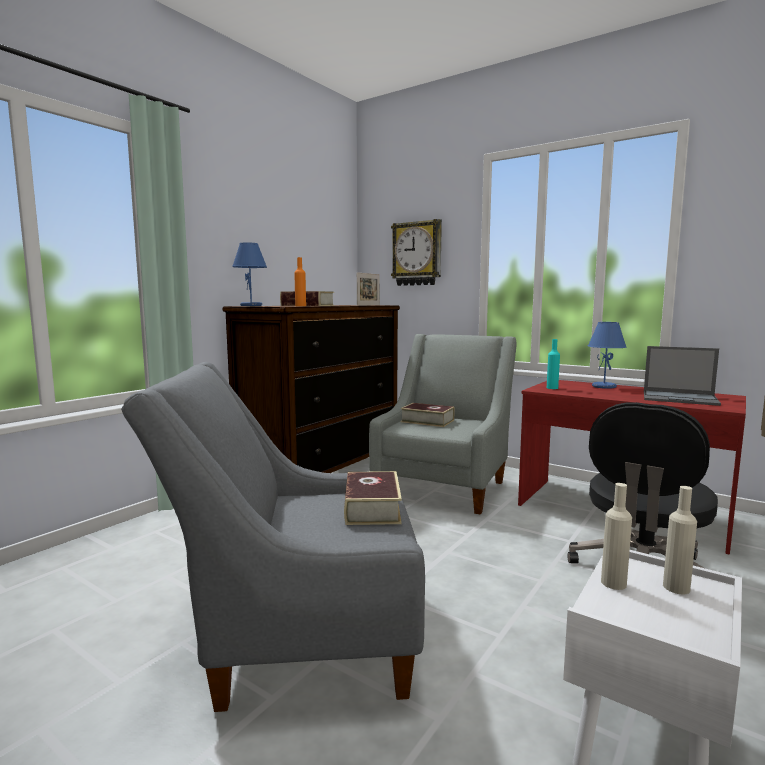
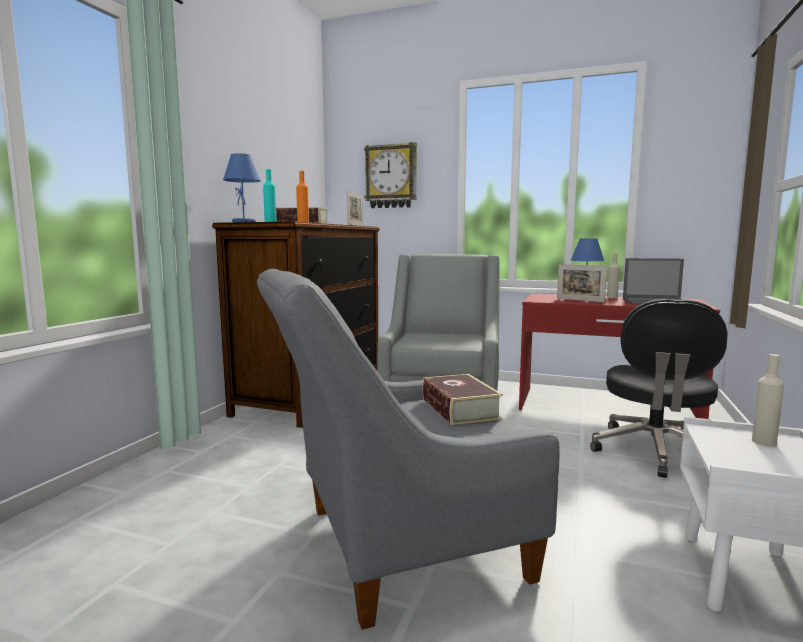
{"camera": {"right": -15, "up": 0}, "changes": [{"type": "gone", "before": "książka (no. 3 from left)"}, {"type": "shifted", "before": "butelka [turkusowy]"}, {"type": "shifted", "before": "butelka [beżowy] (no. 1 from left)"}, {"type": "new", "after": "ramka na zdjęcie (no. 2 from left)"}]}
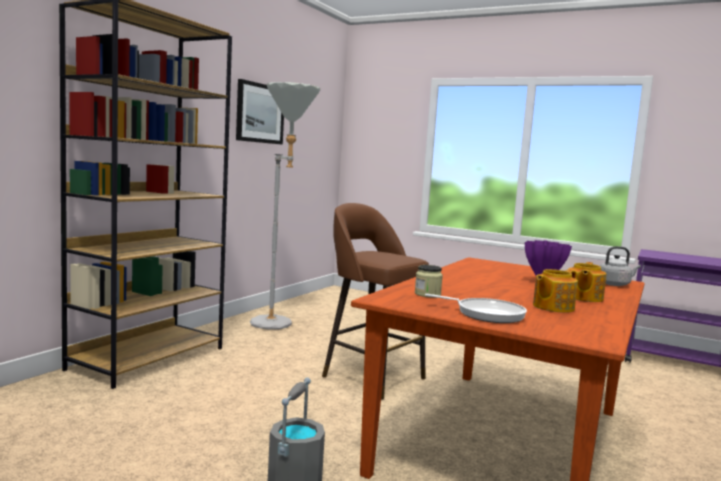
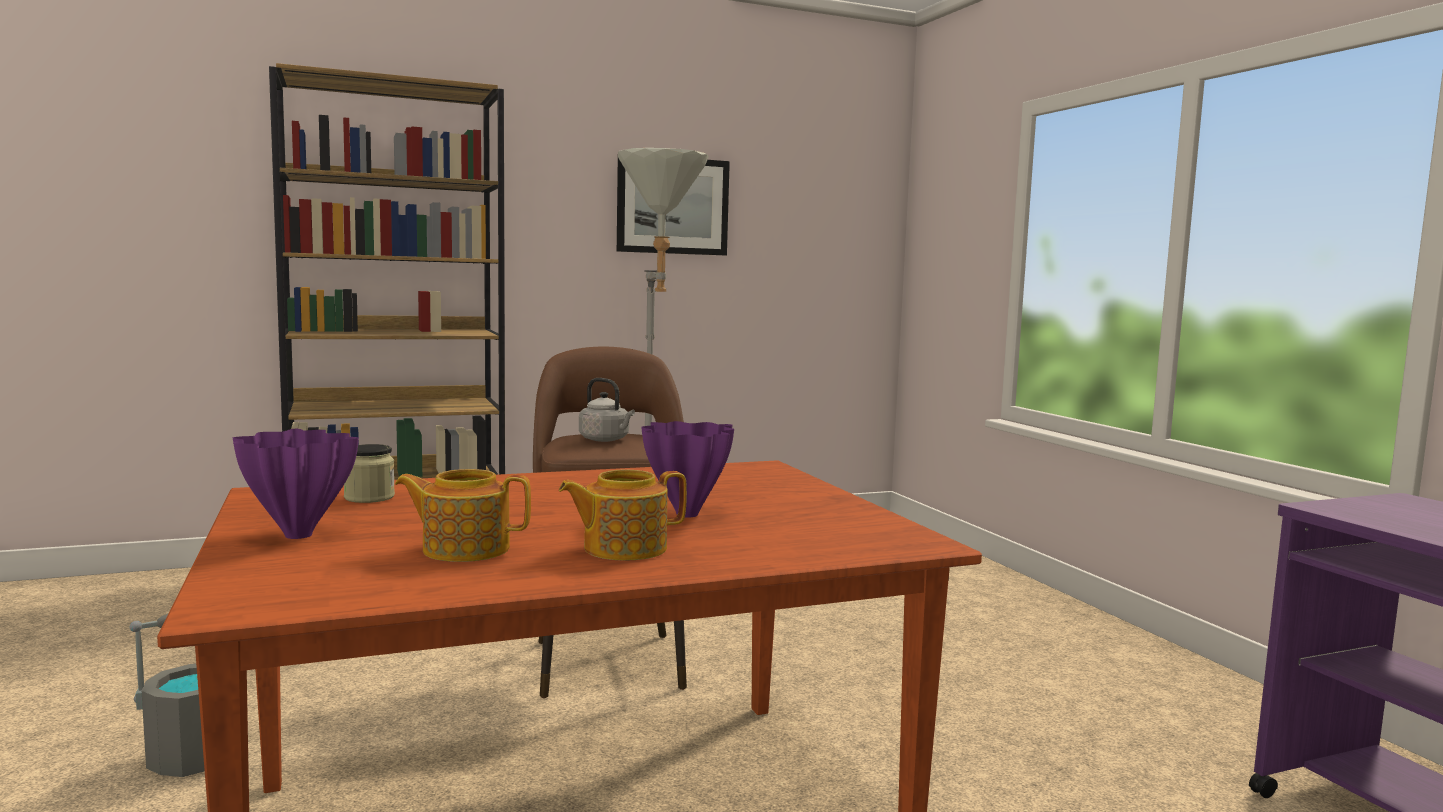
{"camera": {"right": 40, "up": 0}, "changes": [{"type": "swapped", "before": "patelnia", "after": "wazon [fioletowy] (no. 1 from left)"}, {"type": "shifted", "before": "czajnik [szary]"}]}
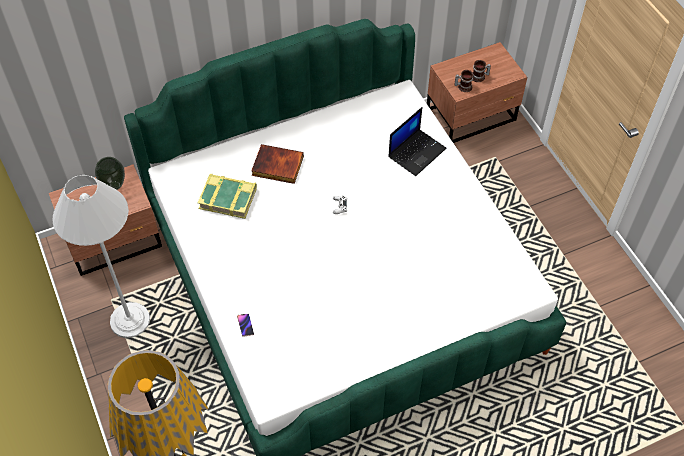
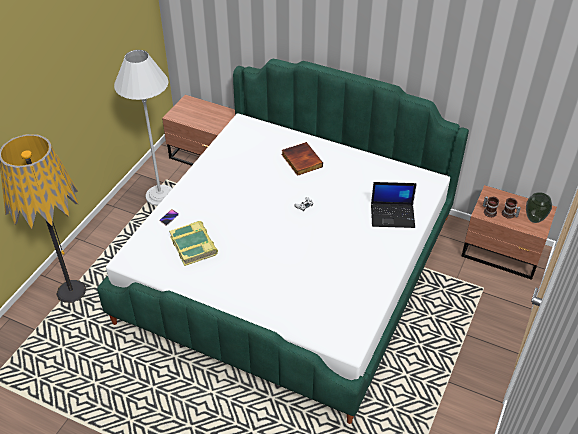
{"camera": {"right": 50, "up": -10}, "changes": [{"type": "shifted", "before": "wazon"}, {"type": "shifted", "before": "książka (no. 1 from left)"}]}
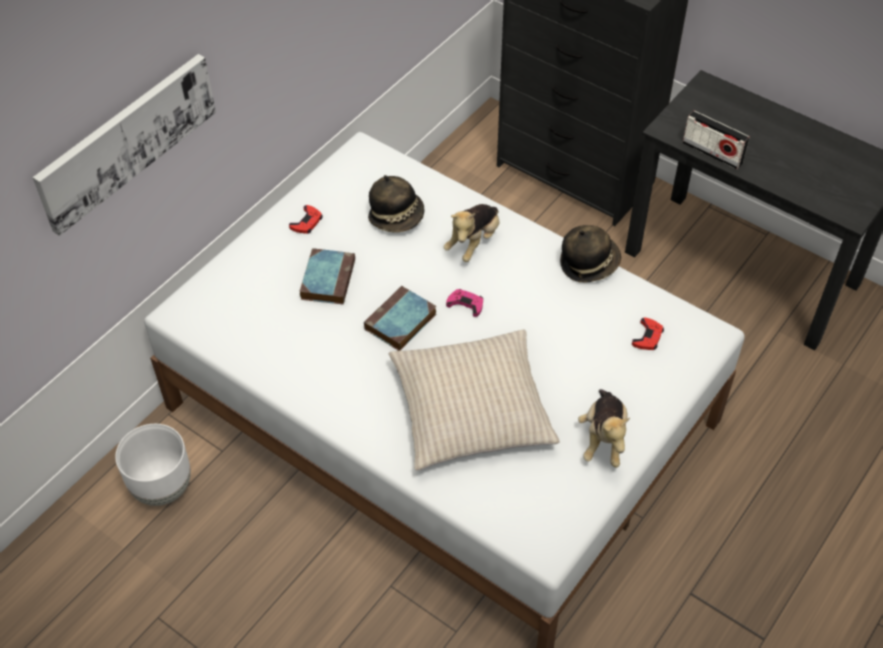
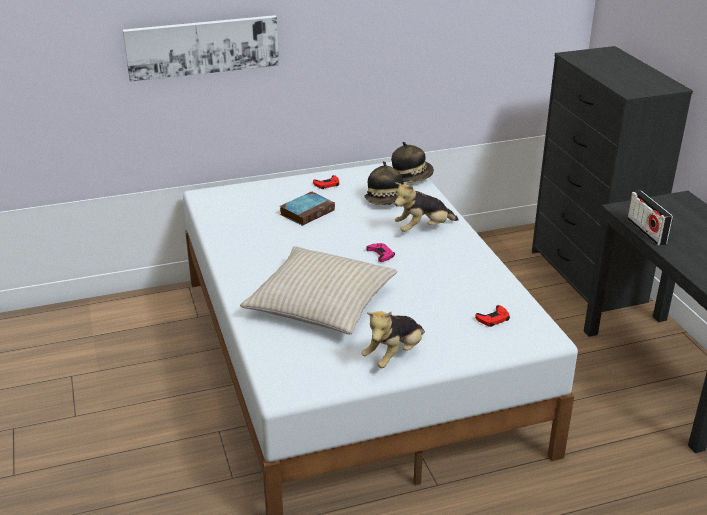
{"camera": {"right": 35, "up": -20}, "changes": [{"type": "gone", "before": "donica [biały]"}, {"type": "gone", "before": "książka (no. 2 from left)"}, {"type": "shifted", "before": "kapelusz (no. 2 from left)"}]}
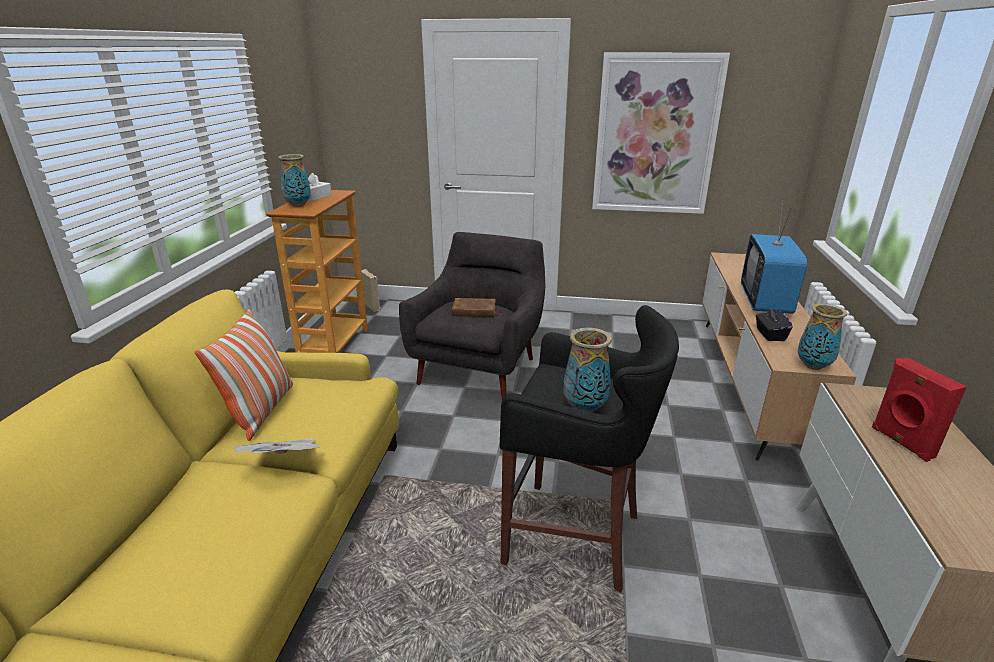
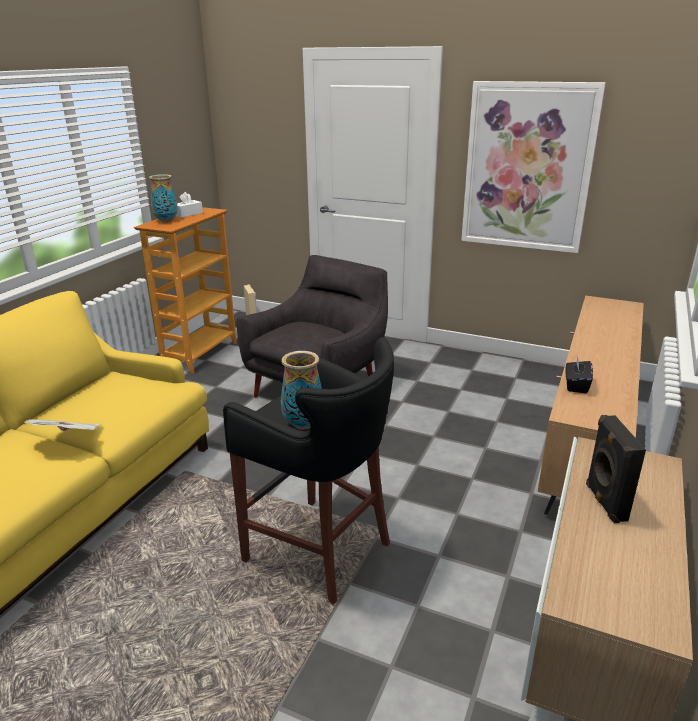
{"camera": {"right": 15, "up": 0}, "changes": [{"type": "gone", "before": "poduszka"}, {"type": "gone", "before": "książka [brązowy]"}, {"type": "gone", "before": "telewizor"}, {"type": "gone", "before": "wazon (no. 3 from left)"}, {"type": "repainted", "before": "głośnik [czerwony]", "after": "głośnik [czarny]"}]}
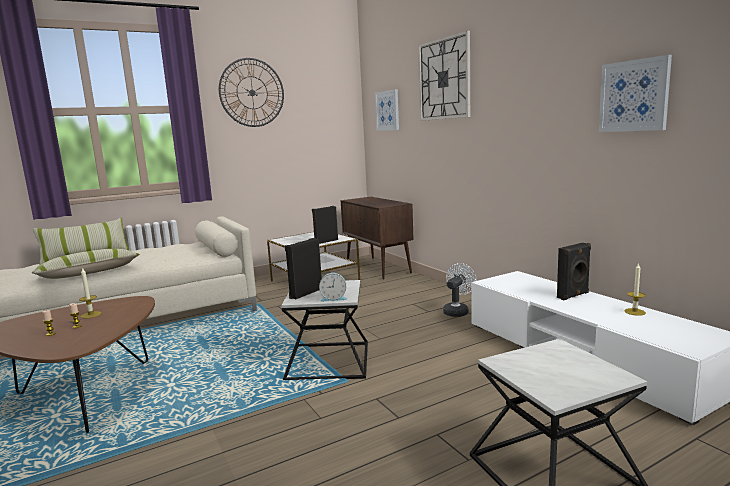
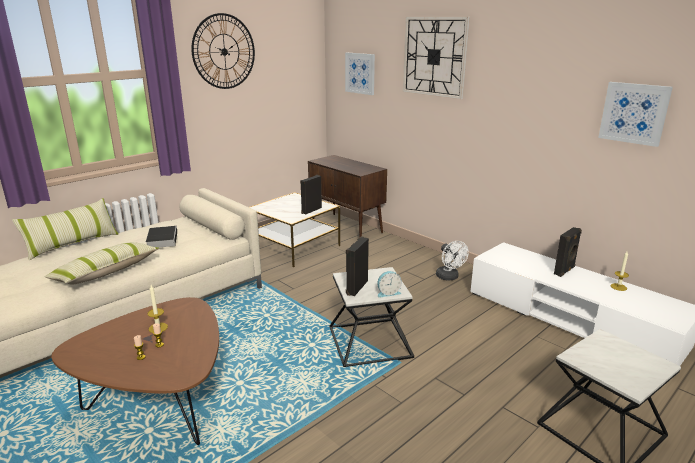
{"camera": {"right": -15, "up": 10}, "changes": [{"type": "rotated", "before": "wentylator [biały]", "turn": 135}, {"type": "new", "after": "książka"}]}
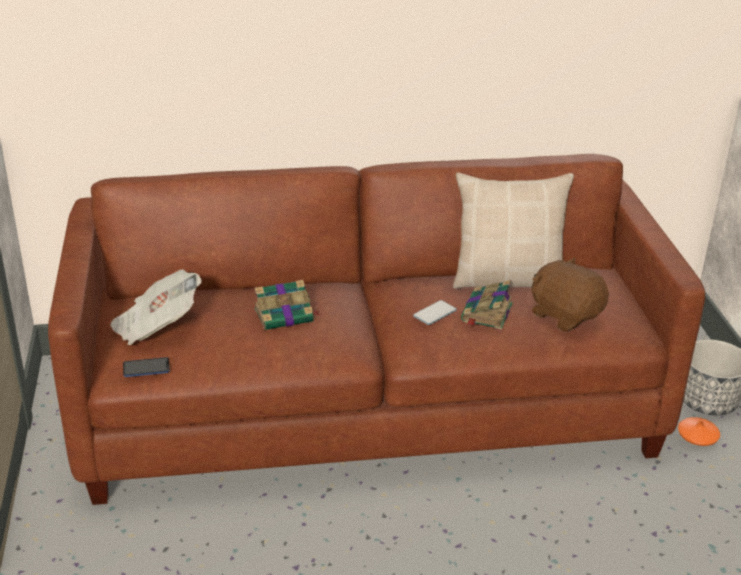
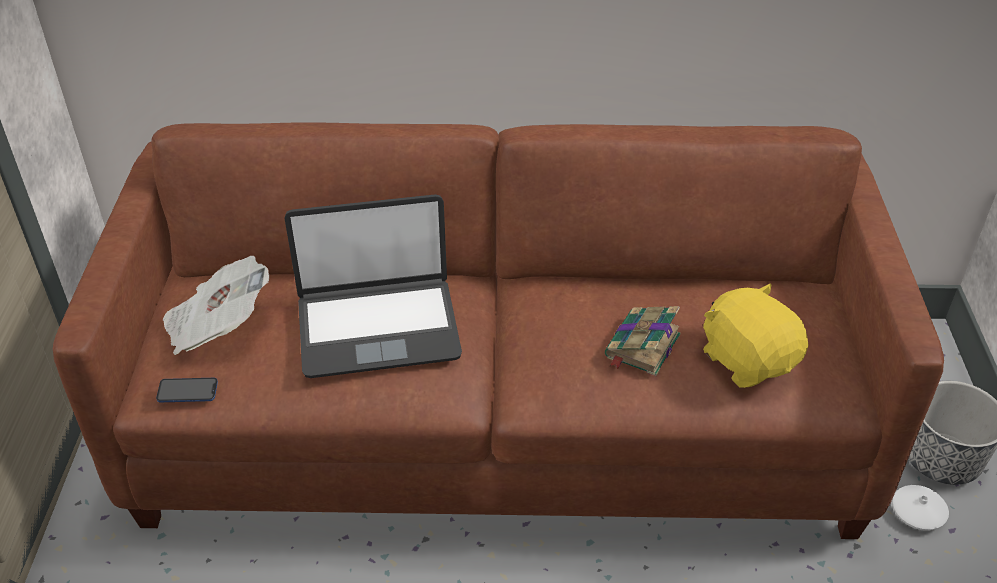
{"camera": {"right": 10, "up": 10}, "changes": [{"type": "swapped", "before": "książka (no. 1 from left)", "after": "laptop"}, {"type": "gone", "before": "telefon (no. 2 from left)"}, {"type": "gone", "before": "poduszka [beżowy]"}, {"type": "repainted", "before": "pluszak [brązowy]", "after": "pluszak [żółty]"}, {"type": "repainted", "before": "wazon [pomarańczowy]", "after": "wazon [biały]"}]}
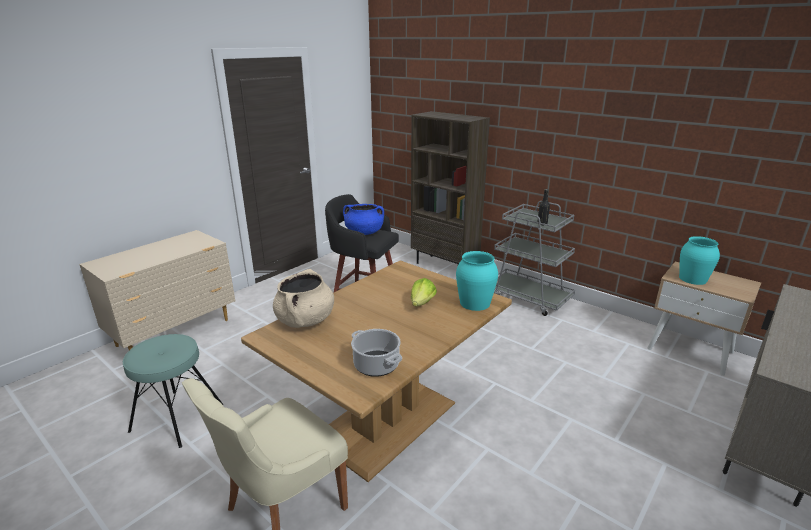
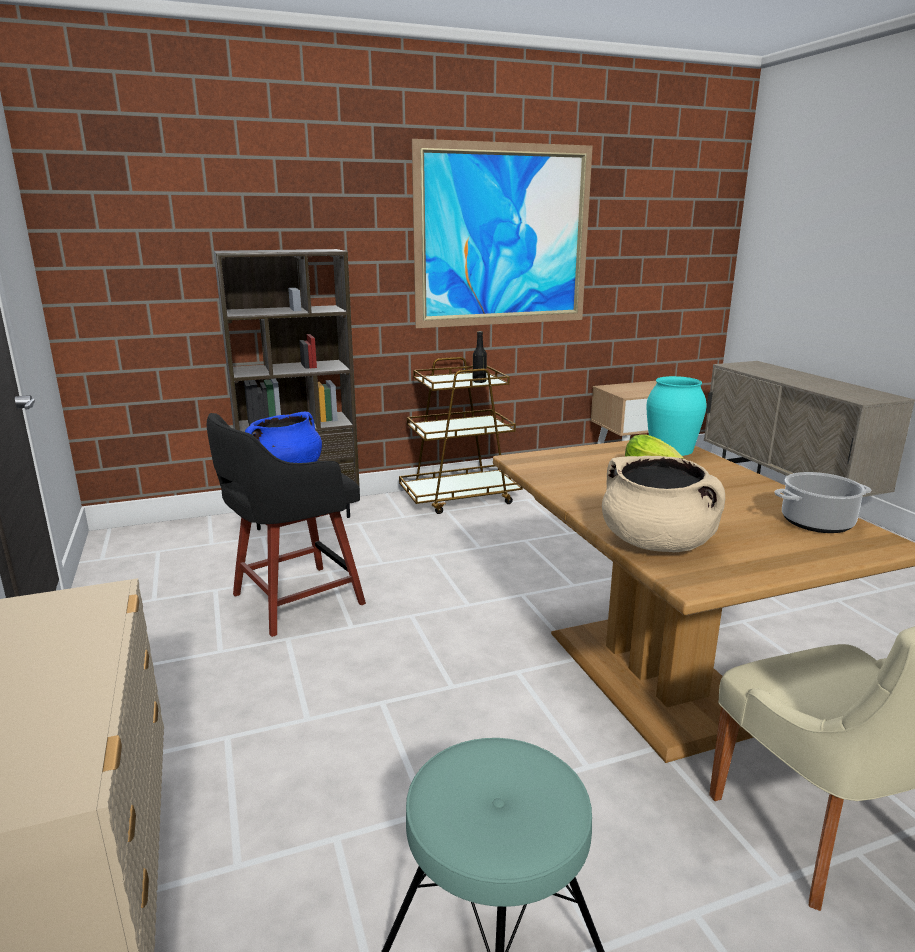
{"camera": {"right": -60, "up": -5}, "changes": [{"type": "repainted", "before": "wózek [szary]", "after": "wózek [brązowy]"}, {"type": "gone", "before": "wazon [turkusowy] (no. 2 from left)"}, {"type": "new", "after": "obraz"}]}
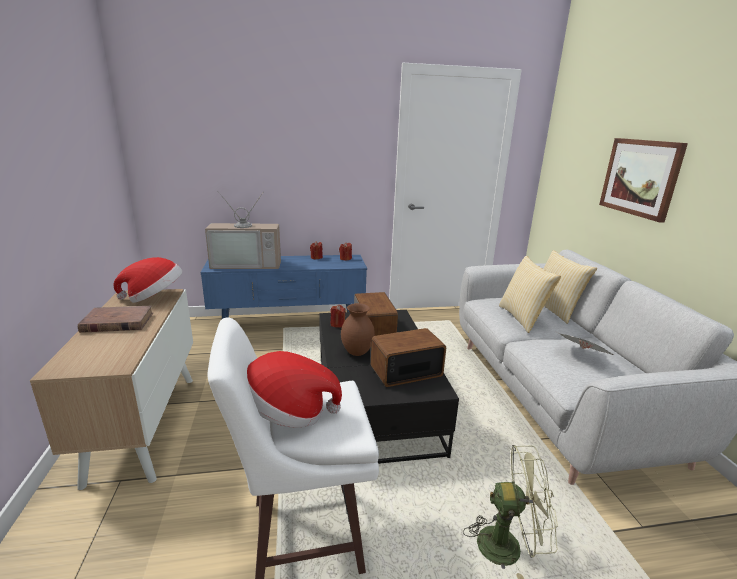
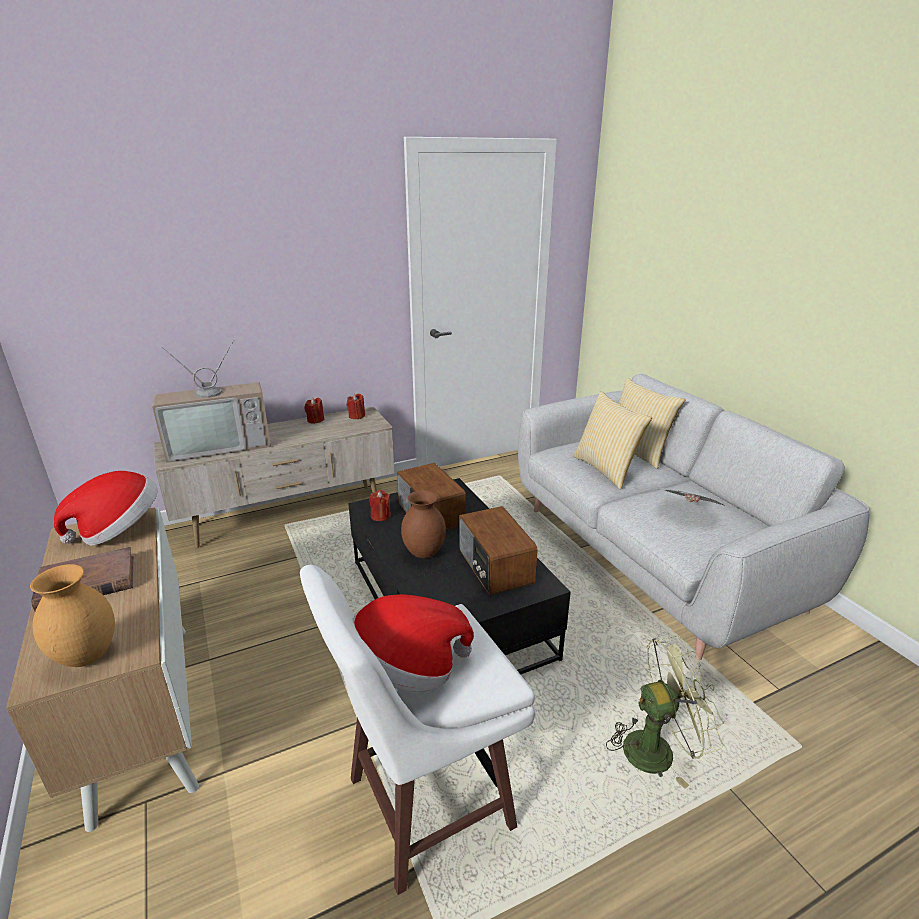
{"camera": {"right": -15, "up": 5}, "changes": [{"type": "repainted", "before": "szafka pod telewizor [niebieski]", "after": "szafka pod telewizor [beżowy]"}, {"type": "rotated", "before": "radio (no. 2 from left)", "turn": -75}, {"type": "gone", "before": "obraz"}, {"type": "new", "after": "wazon [brązowy] (no. 1 from left)"}]}
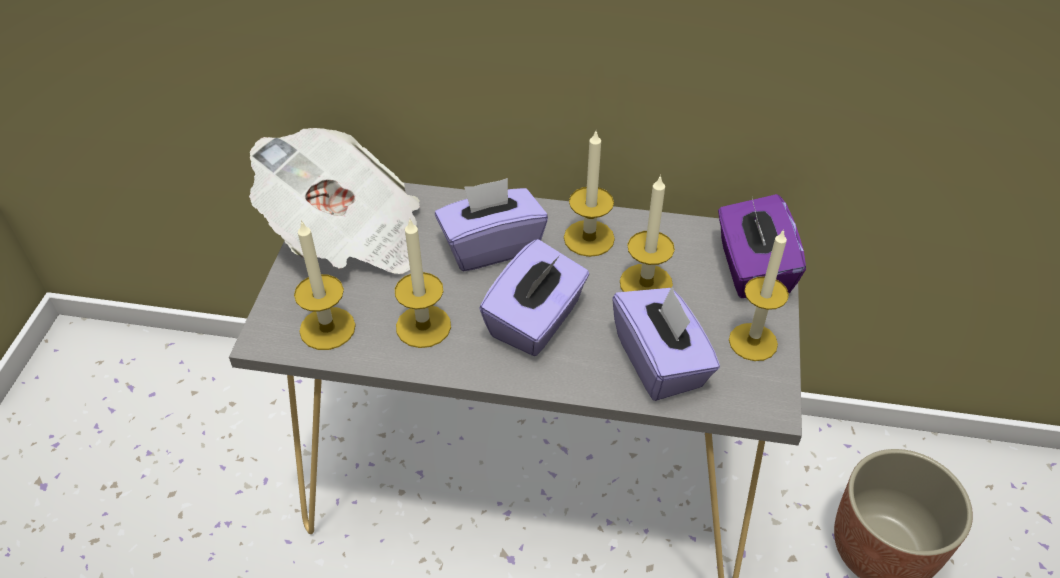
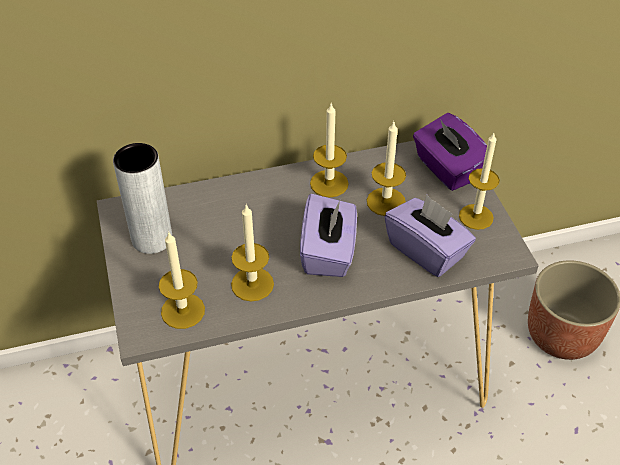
{"camera": {"right": -25, "up": 0}, "changes": [{"type": "swapped", "before": "gazeta", "after": "wazon [szary]"}, {"type": "gone", "before": "pudełko chusteczek [fioletowy] (no. 1 from left)"}]}
